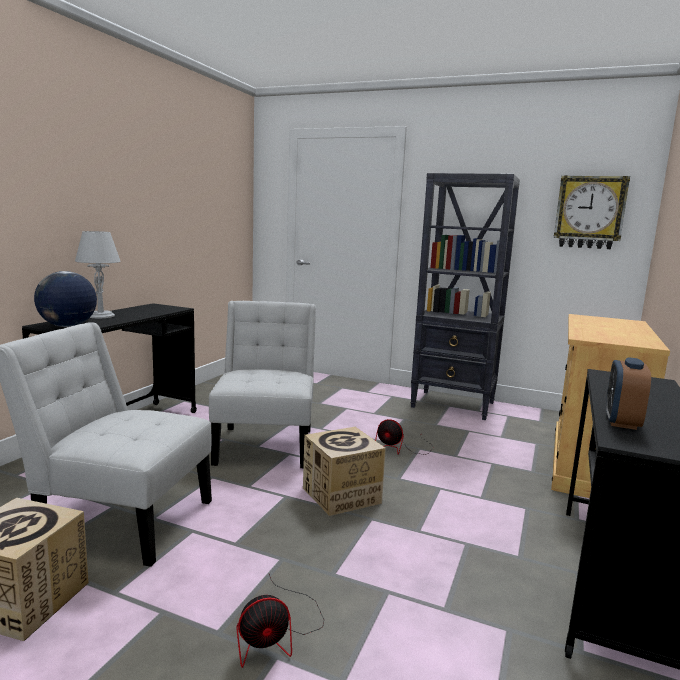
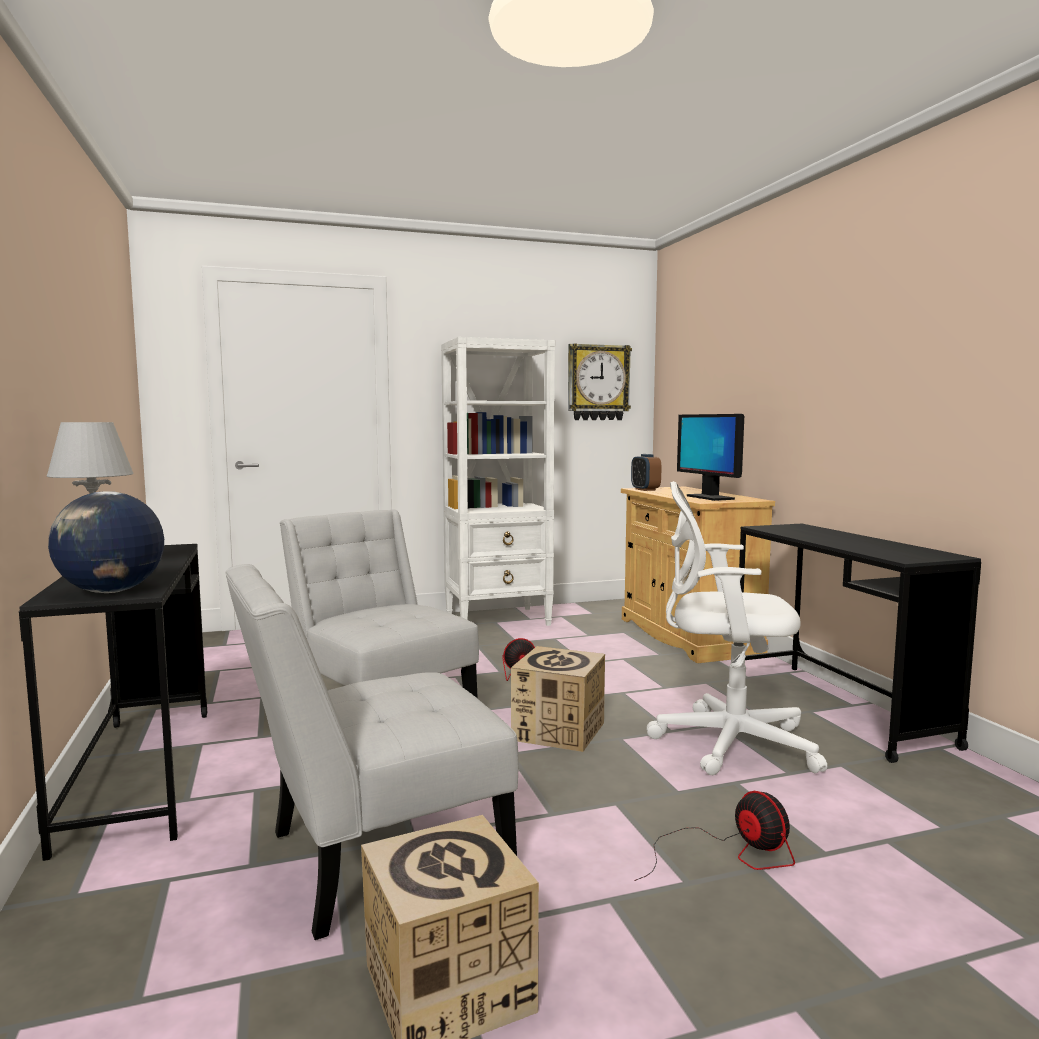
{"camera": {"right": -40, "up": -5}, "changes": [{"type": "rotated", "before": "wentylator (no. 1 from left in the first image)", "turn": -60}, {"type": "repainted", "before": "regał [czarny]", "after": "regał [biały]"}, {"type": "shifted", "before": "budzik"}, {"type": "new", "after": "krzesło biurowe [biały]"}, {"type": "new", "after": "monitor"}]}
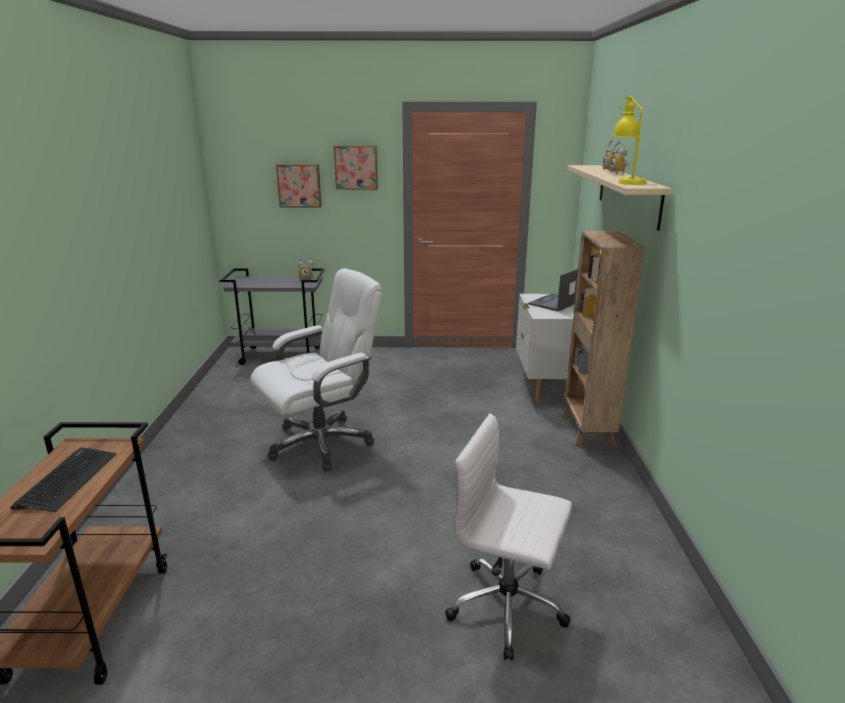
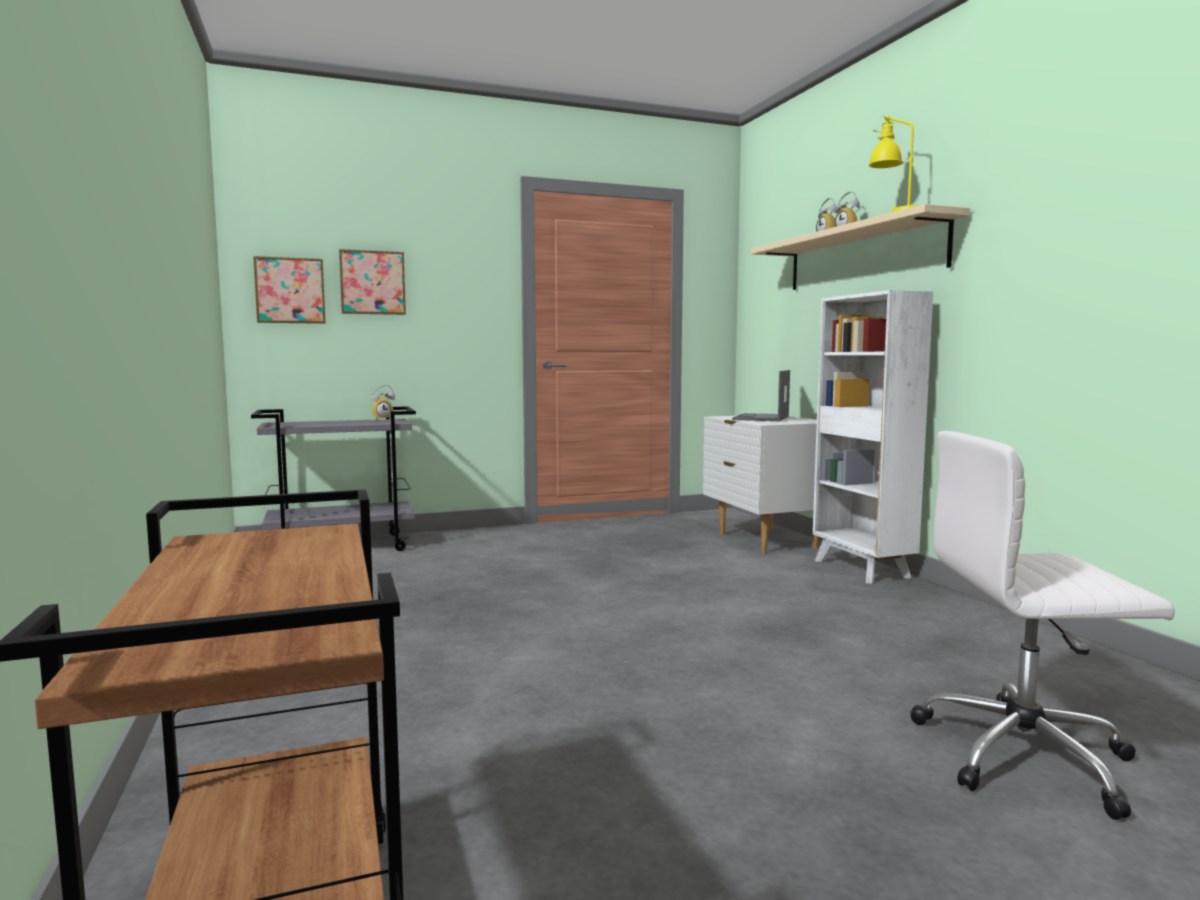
{"camera": {"right": -20, "up": -15}, "changes": [{"type": "gone", "before": "klawiatura"}, {"type": "gone", "before": "krzesło biurowe [biały] (no. 1 from left)"}, {"type": "shifted", "before": "obraz (no. 2 from left in the first image)", "after": "obraz (no. 1 from left)"}, {"type": "repainted", "before": "regał [brązowy]", "after": "regał [biały]"}]}
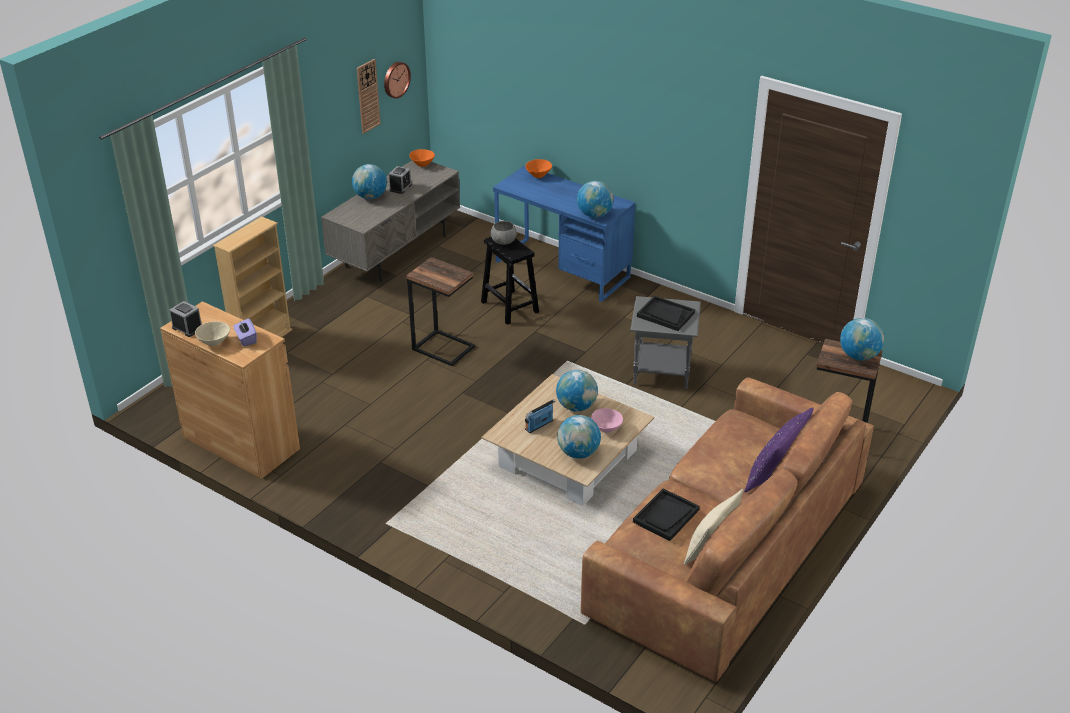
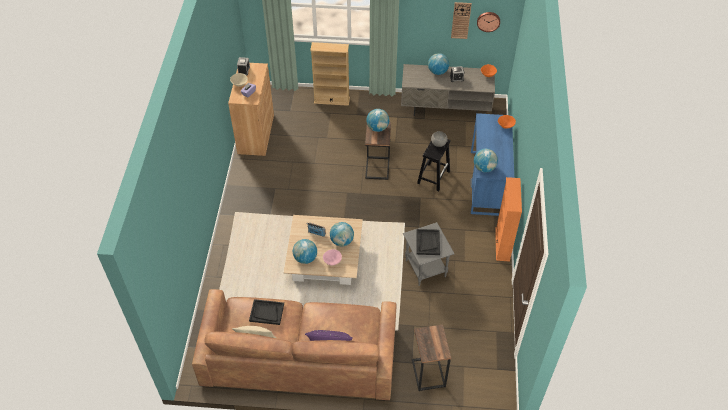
{"camera": {"right": 60, "up": 15}, "changes": [{"type": "shifted", "before": "globus (no. 5 from left in the first image)", "after": "globus (no. 3 from left)"}, {"type": "new", "after": "regał [pomarańczowy]"}]}
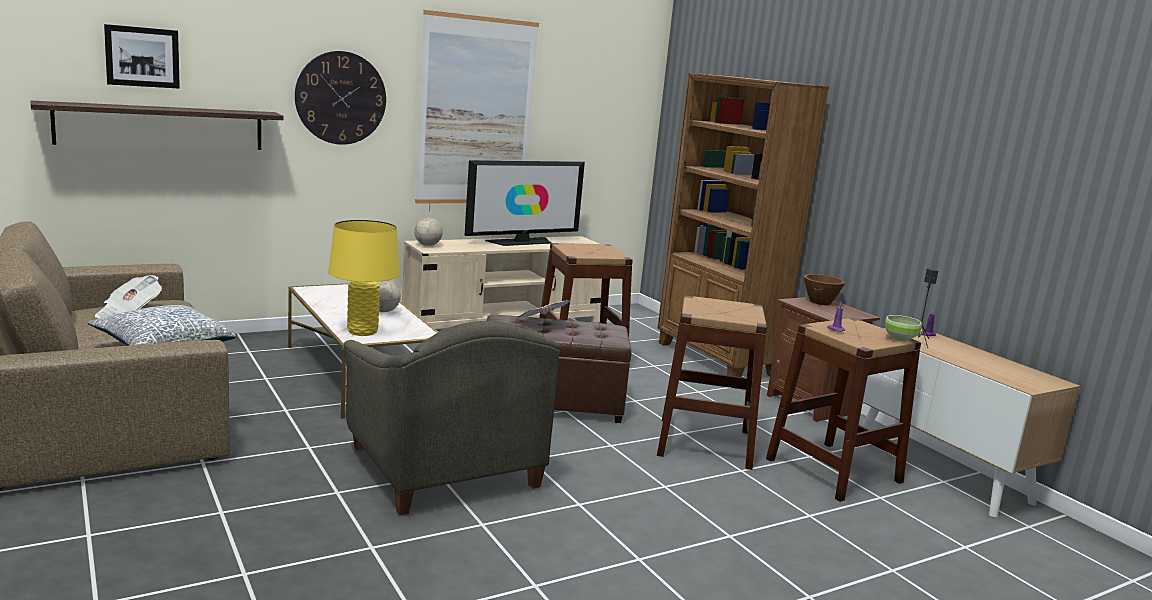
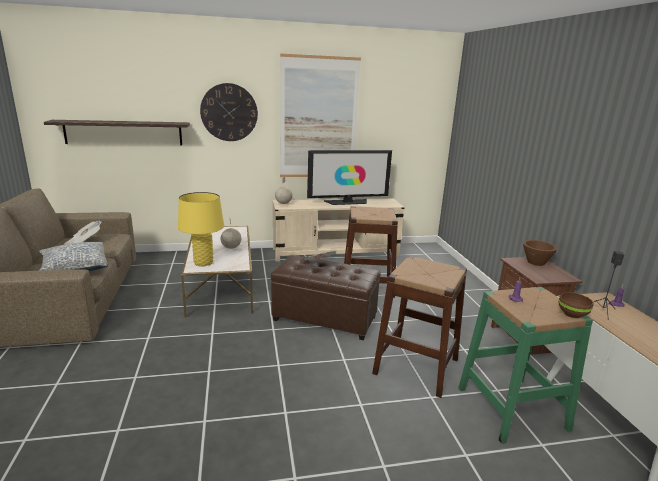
{"camera": {"right": 20, "up": 5}, "changes": [{"type": "gone", "before": "obraz (no. 1 from left)"}, {"type": "gone", "before": "fotel [szary]"}, {"type": "gone", "before": "regał [brązowy]"}, {"type": "repainted", "before": "stołek [brązowy] (no. 3 from left)", "after": "stołek [zielony]"}, {"type": "repainted", "before": "miska [zielony]", "after": "miska [brązowy] (no. 2 from left)"}]}
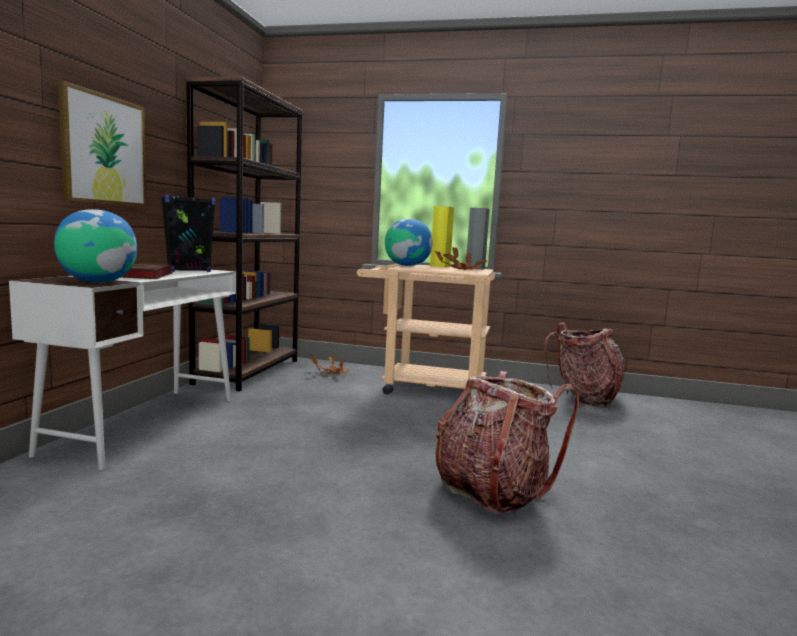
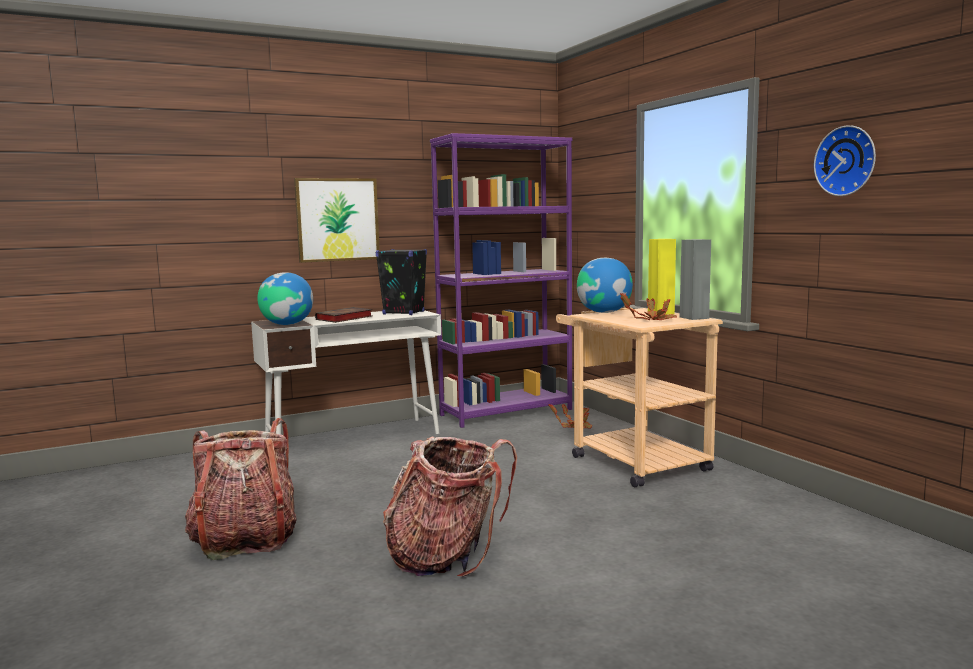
{"camera": {"right": 50, "up": 0}, "changes": [{"type": "repainted", "before": "regał [brązowy]", "after": "regał [fioletowy]"}, {"type": "shifted", "before": "plecak (no. 2 from left in the first image)", "after": "plecak (no. 1 from left)"}, {"type": "new", "after": "zegar ścienny"}]}
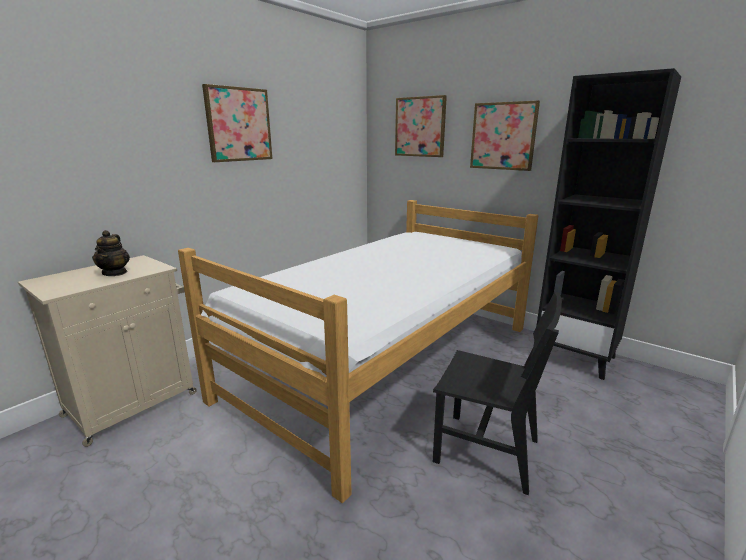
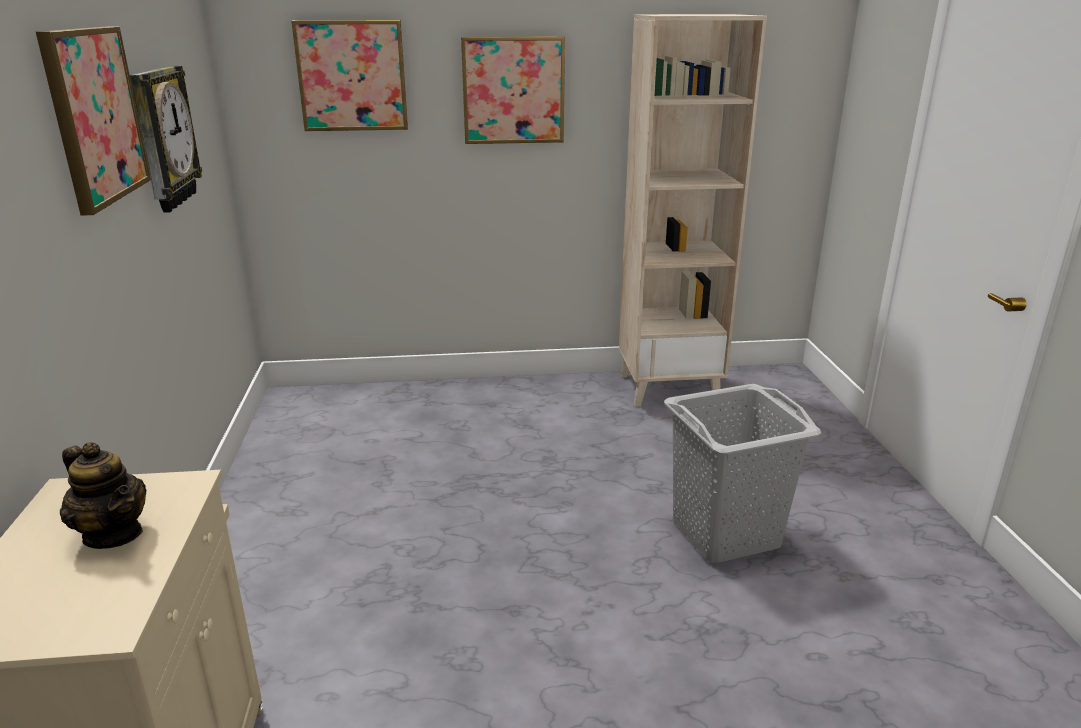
{"camera": {"right": -45, "up": 5}, "changes": [{"type": "gone", "before": "łóżko"}, {"type": "swapped", "before": "krzesło [czarny]", "after": "kosz na pranie [szary]"}, {"type": "repainted", "before": "regał [czarny]", "after": "regał [beżowy]"}, {"type": "new", "after": "zegar ścienny"}]}
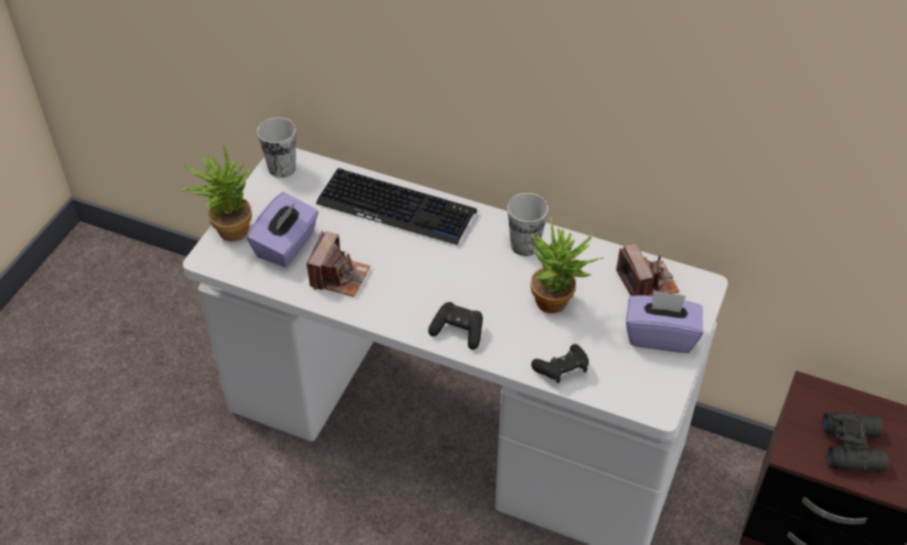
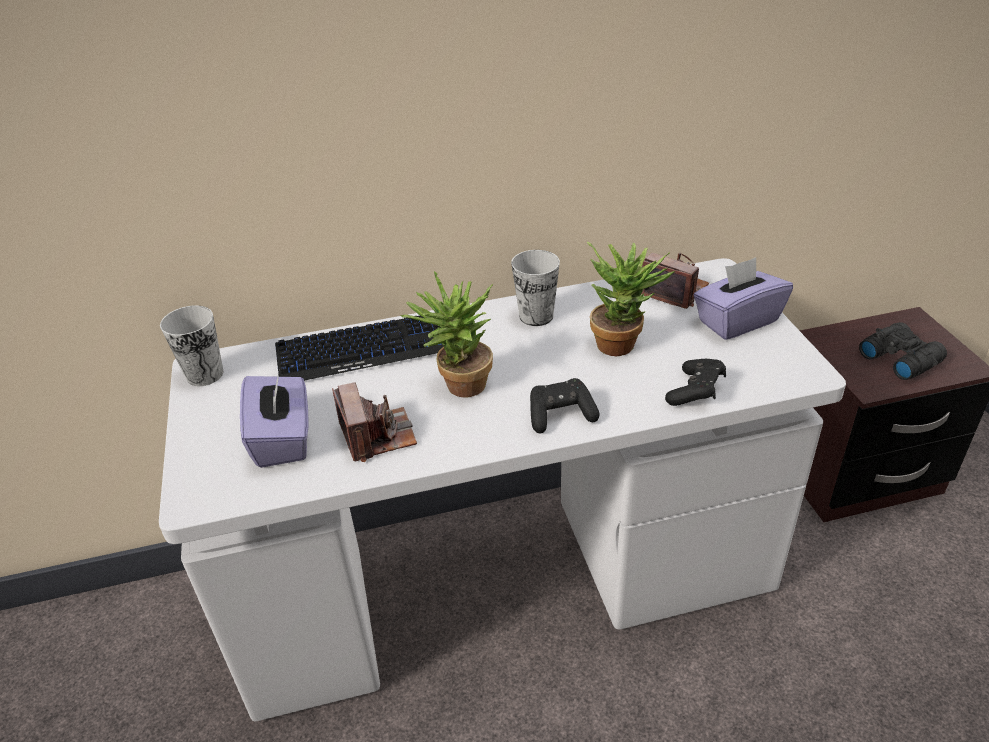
{"camera": {"right": -35, "up": -10}, "changes": [{"type": "shifted", "before": "roślina doniczkowa (no. 1 from left)"}]}
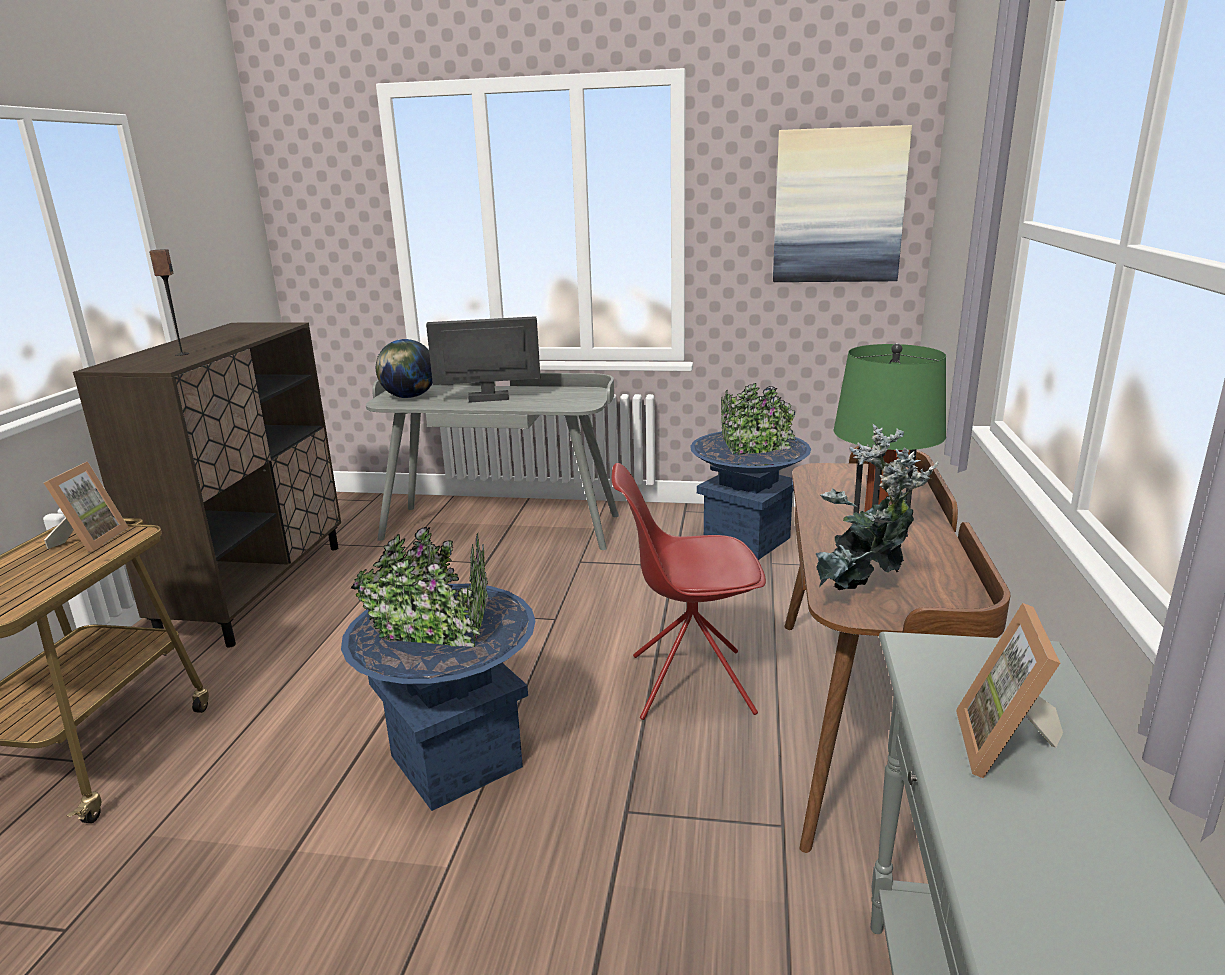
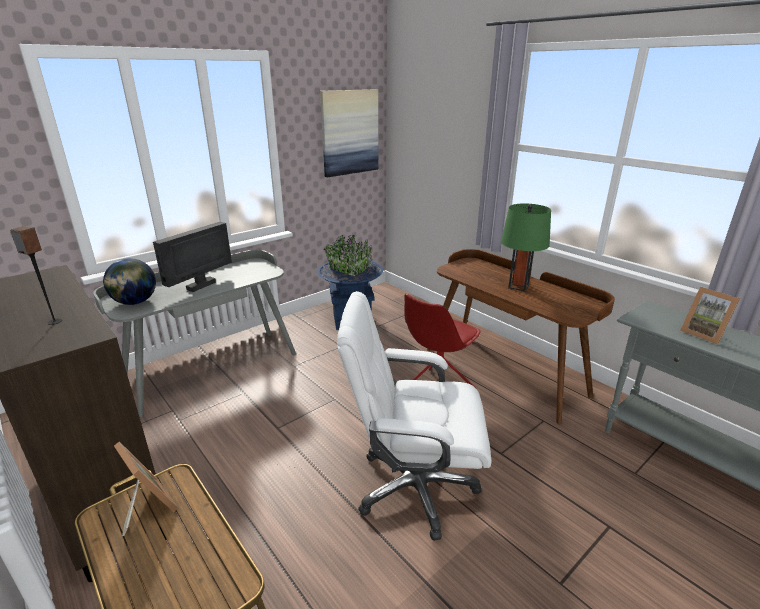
{"camera": {"right": -50, "up": 5}, "changes": [{"type": "swapped", "before": "donica [niebieski] (no. 1 from left)", "after": "krzesło biurowe [biały]"}, {"type": "gone", "before": "roślina doniczkowa"}]}
